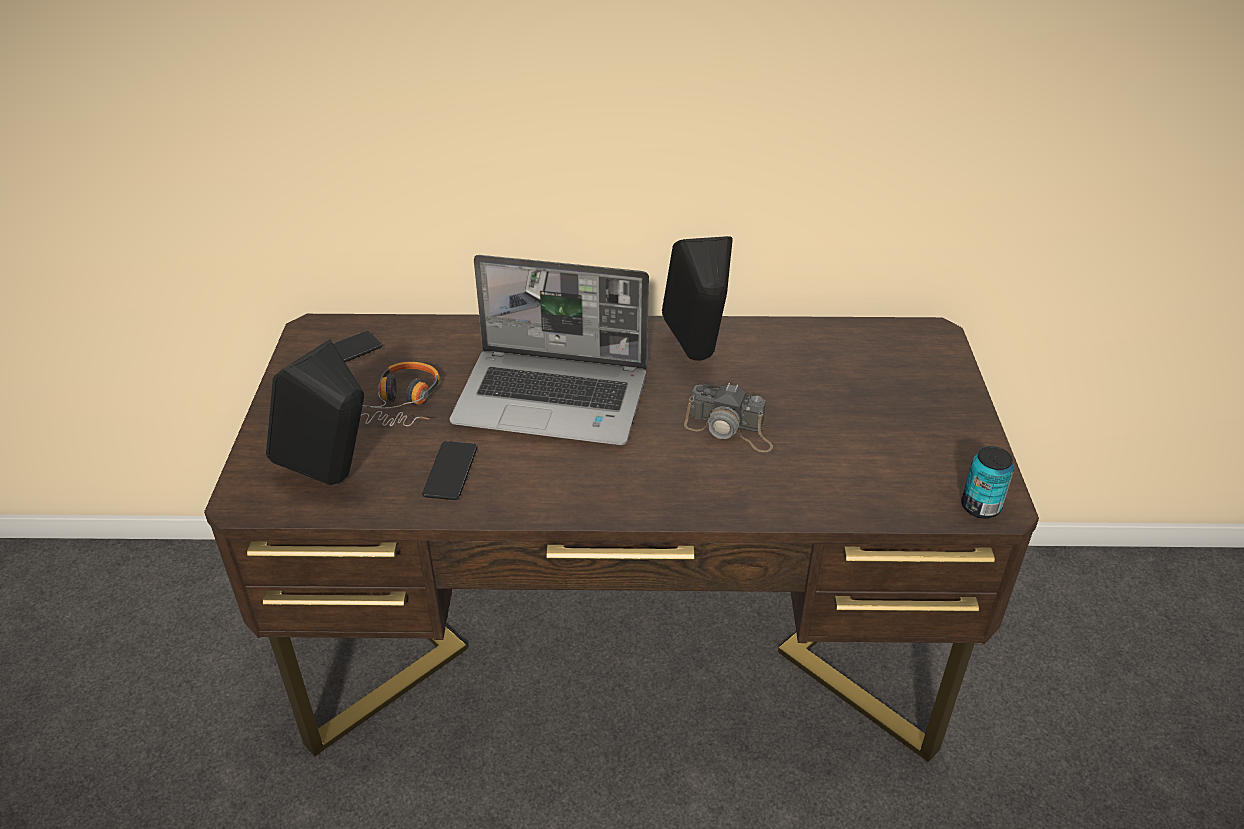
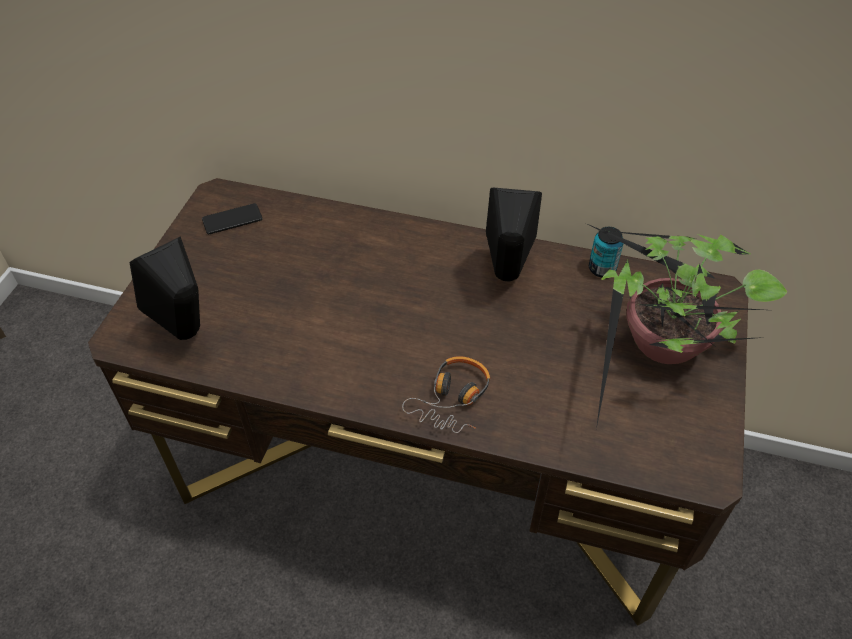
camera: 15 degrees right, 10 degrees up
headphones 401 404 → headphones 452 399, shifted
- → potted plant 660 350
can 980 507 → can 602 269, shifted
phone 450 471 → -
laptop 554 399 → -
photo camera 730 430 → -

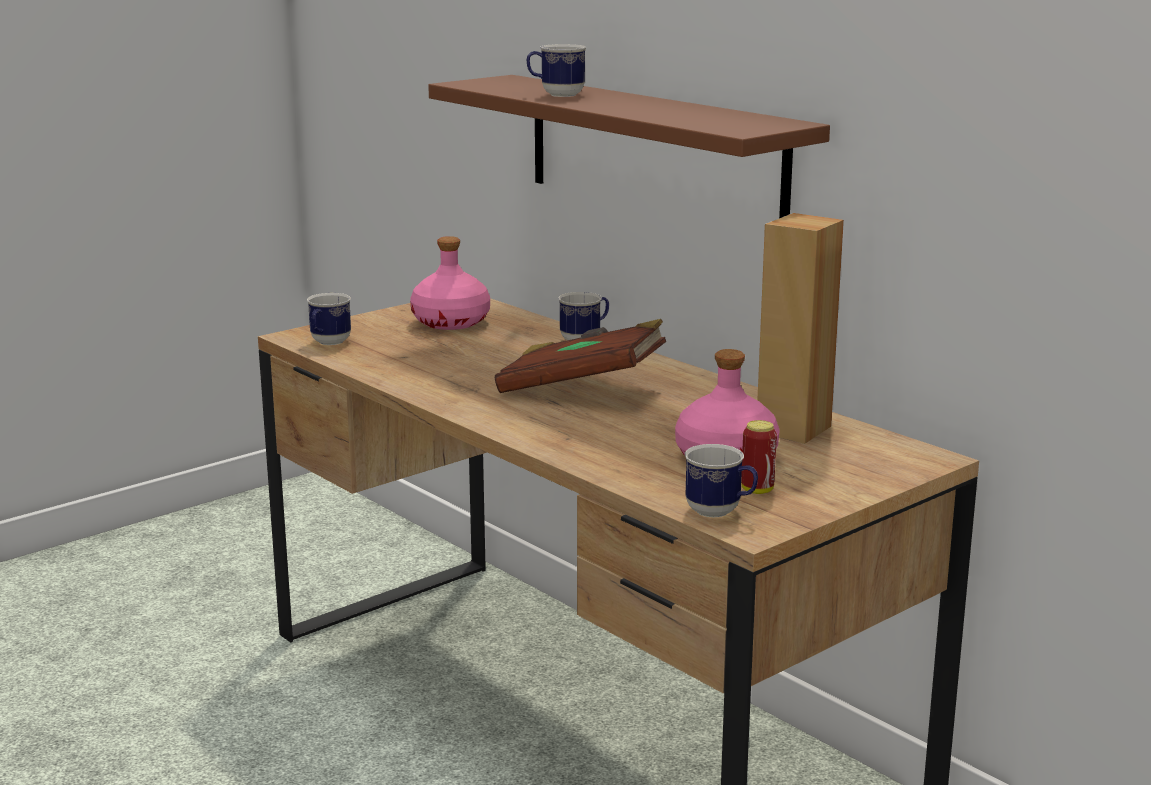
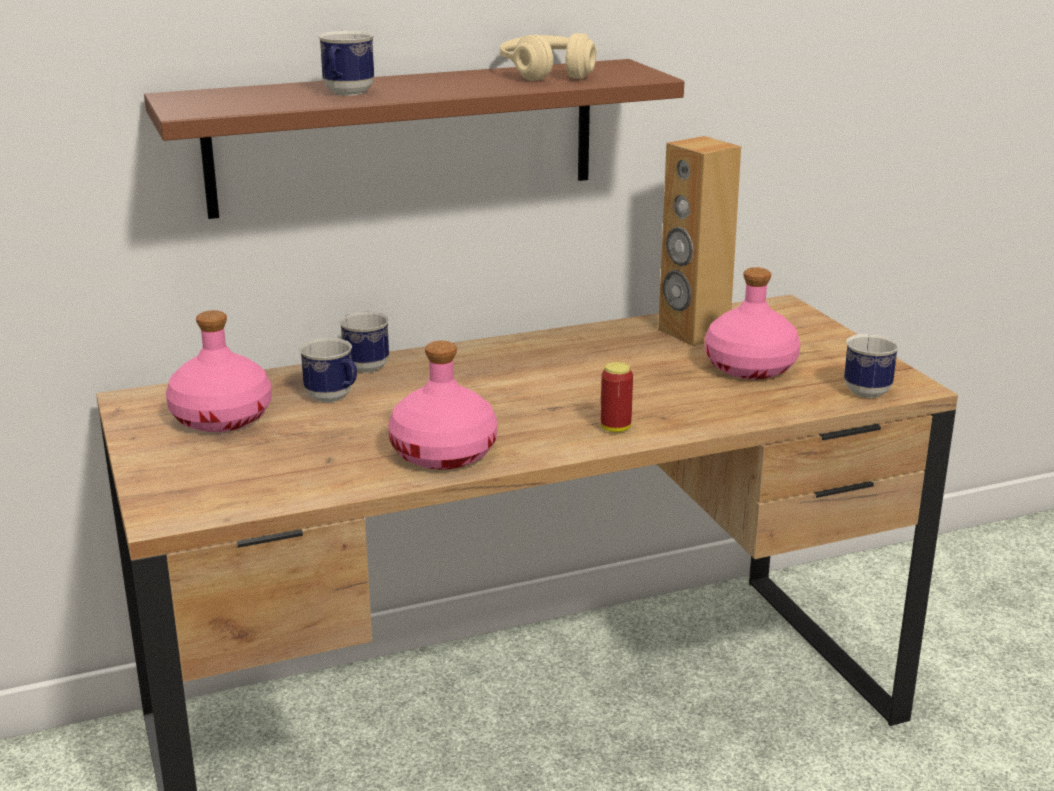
camera: 70 degrees left, 5 degrees up
mug 328 343 → mug 334 398, shifted
- → pink bottle 444 452
- → beige headphones 548 73
can 757 490 → can 615 428, shifted
brown book 581 388 → -

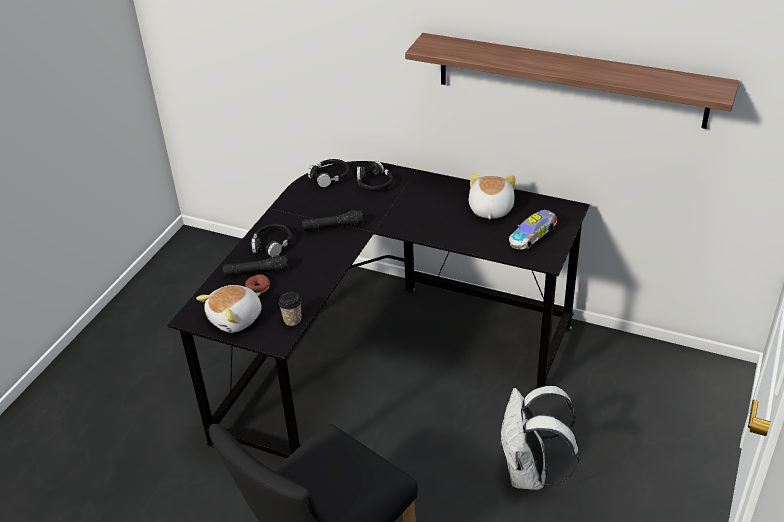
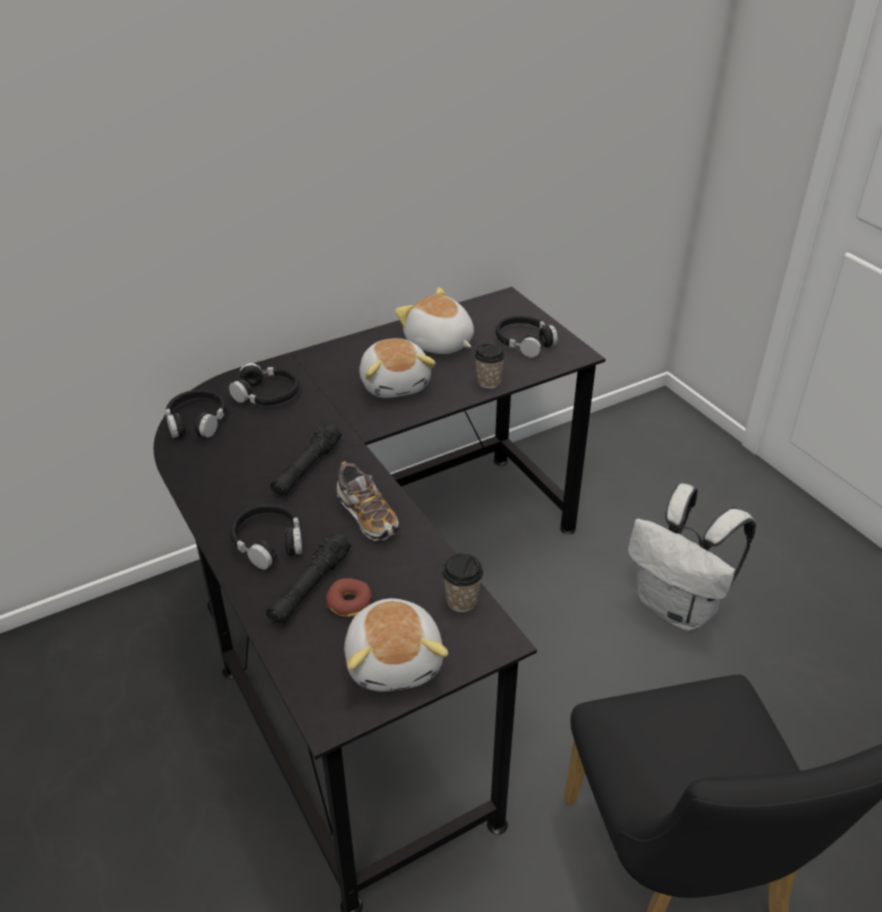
camera: 55 degrees left, 0 degrees up
- → shoe 367 515
- → plush toy 395 384
- → cup 488 382
toy car 533 237 → black headphones 524 342
shelf 570 80 → -

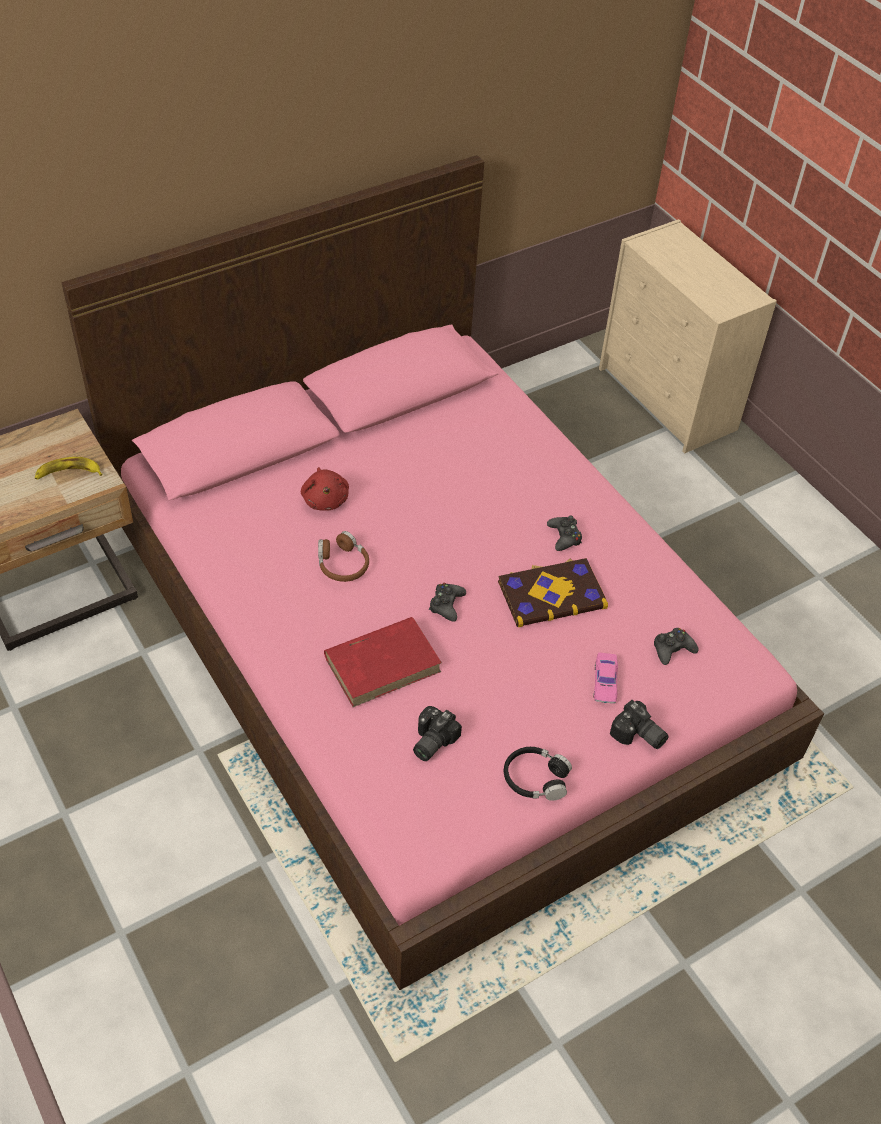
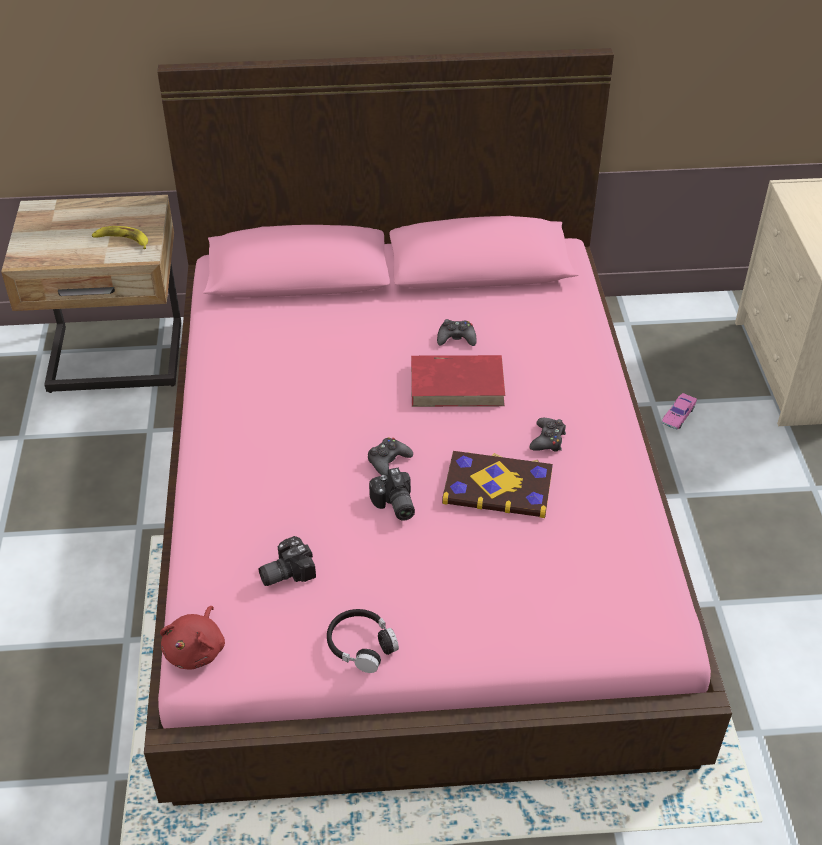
camera: 30 degrees right, 5 degrees down
red plush toy 325 499 → red plush toy 196 650, shifted
photo camera 638 736 → photo camera 394 505, shifted
red book 383 663 → red book 458 384, shifted
black game controller 672 649 → black game controller 456 338, shifted
pink toy car 605 681 → pink toy car 678 415, shifted
brown headphones 342 564 → -

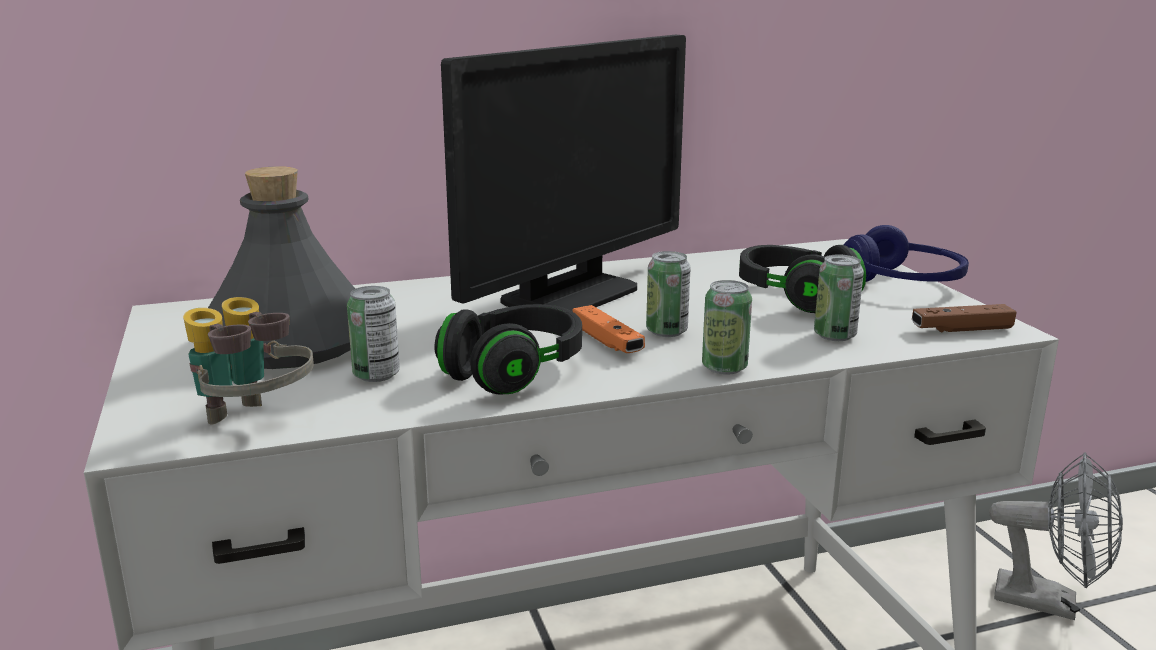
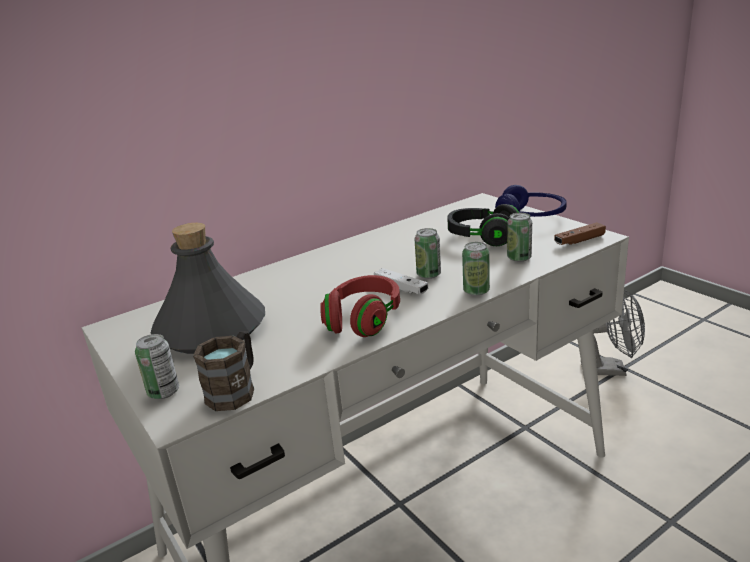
camera: 15 degrees left, 5 degrees up
can 376 375 → can 163 392, shifted
binoculars 253 422 → brown mug 236 389
black headphones 514 372 → red headphones 363 320
orange game controller 607 341 → white game controller 400 288
monitor 570 295 → -

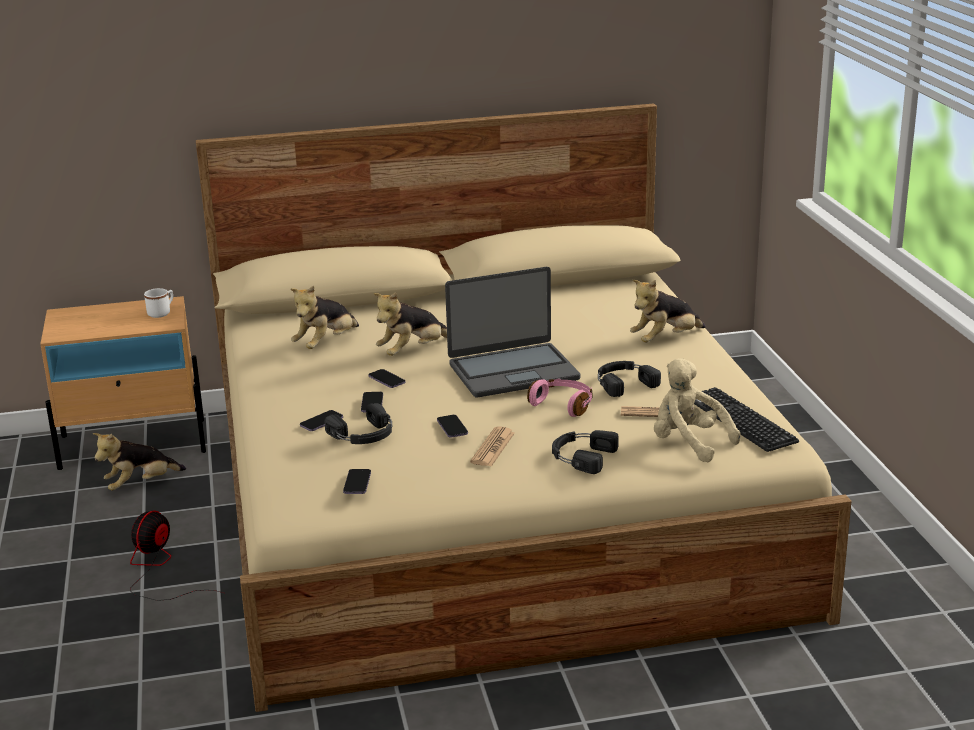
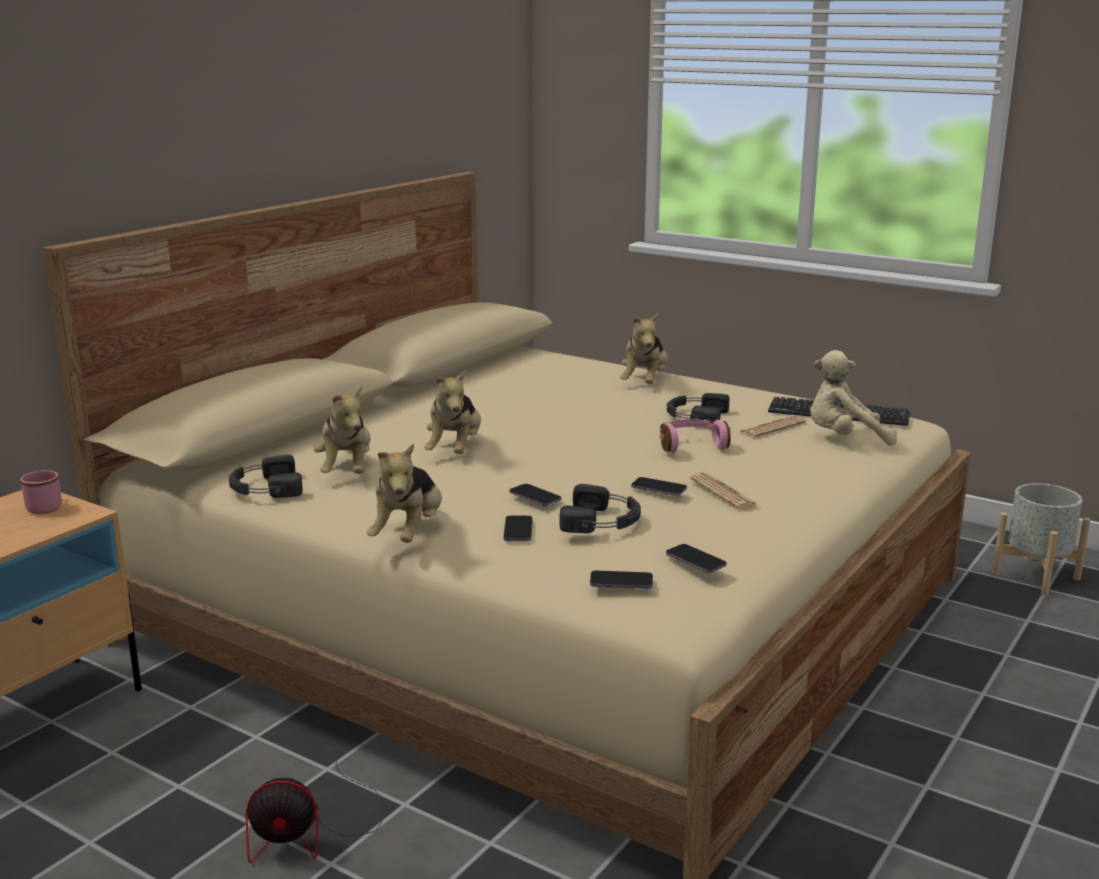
camera: 45 degrees left, 5 degrees down
white mug 162 313 → pink mug 46 506
black headphones 581 456 → black headphones 264 488, shifted
fan 158 569 → fan 312 831, 75 degrees counterclockwise
plush toy 140 484 → plush toy 408 534, shifted
phone 386 380 → phone 621 582, shifted
- → grey planter 1035 576
laptop 513 371 → -

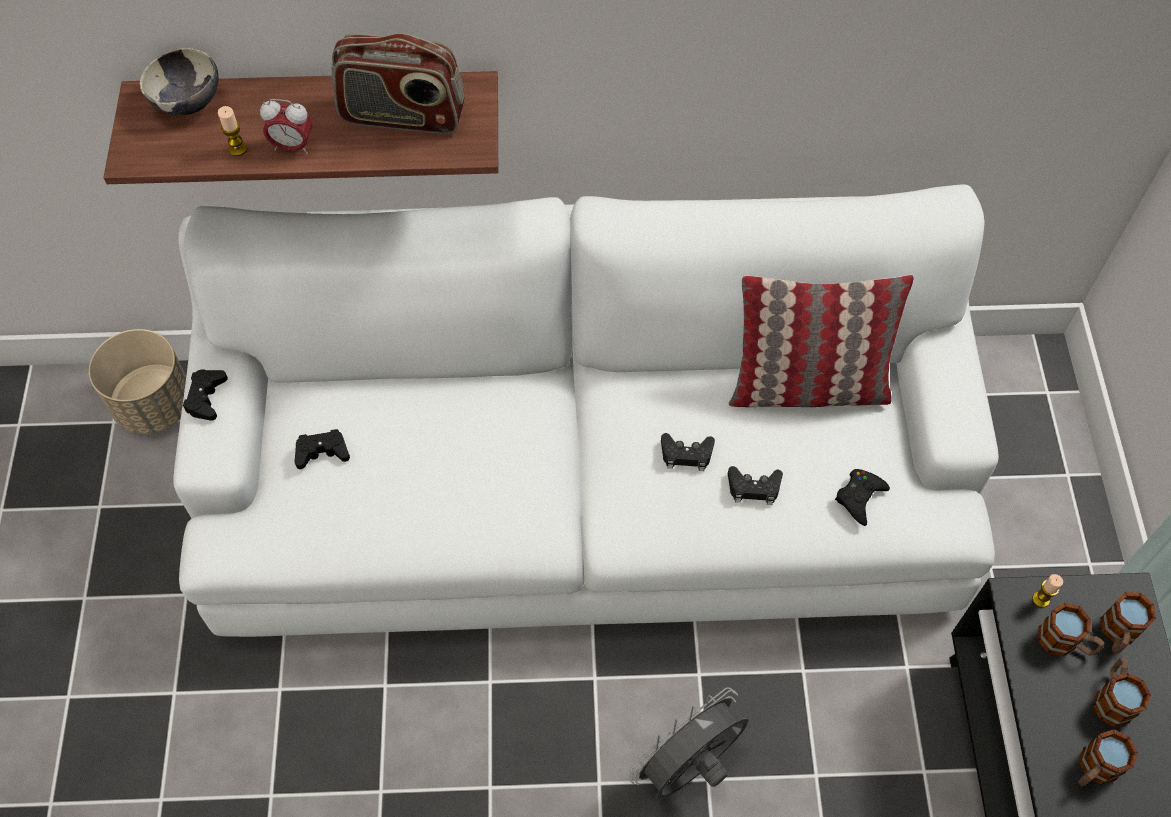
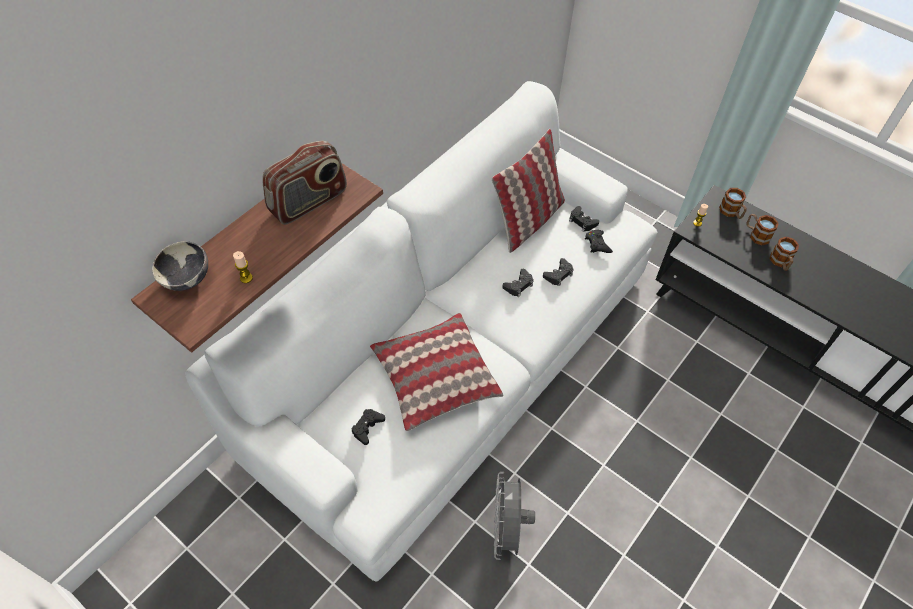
camera: 50 degrees left, 5 degrees down
- → pillow 435 378
grey fan 689 768 → grey fan 507 530, shifted
black game controller 206 398 → black game controller 582 221, shifted
beige planter 155 404 → -
alarm clock 292 146 → -
mug 1065 642 → -

